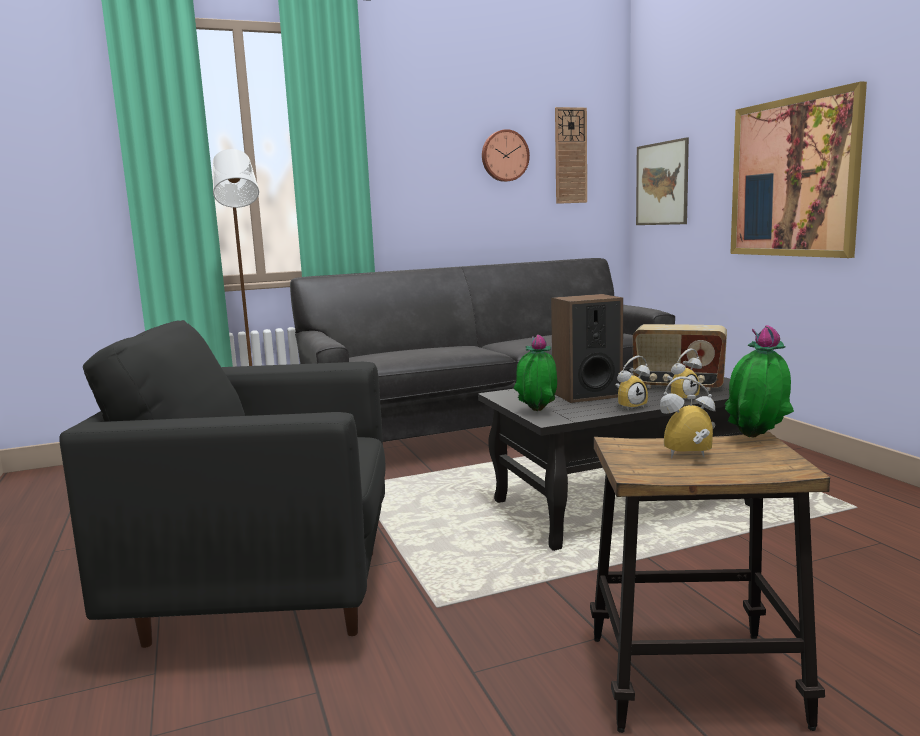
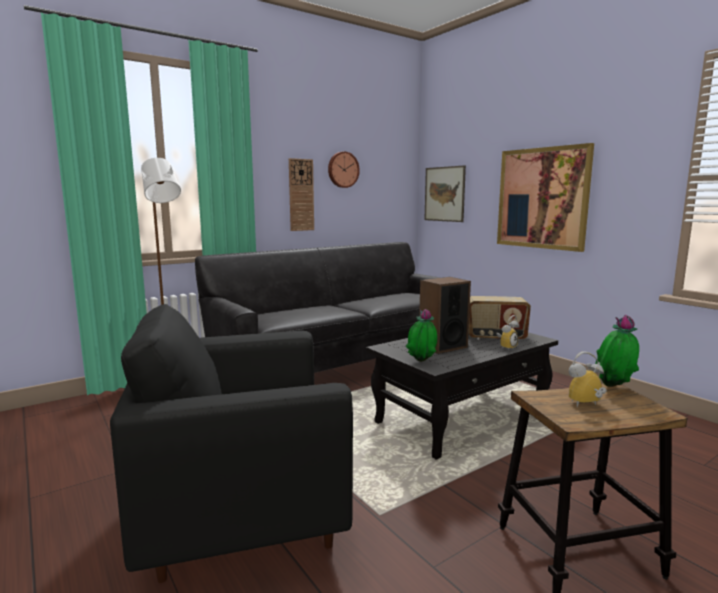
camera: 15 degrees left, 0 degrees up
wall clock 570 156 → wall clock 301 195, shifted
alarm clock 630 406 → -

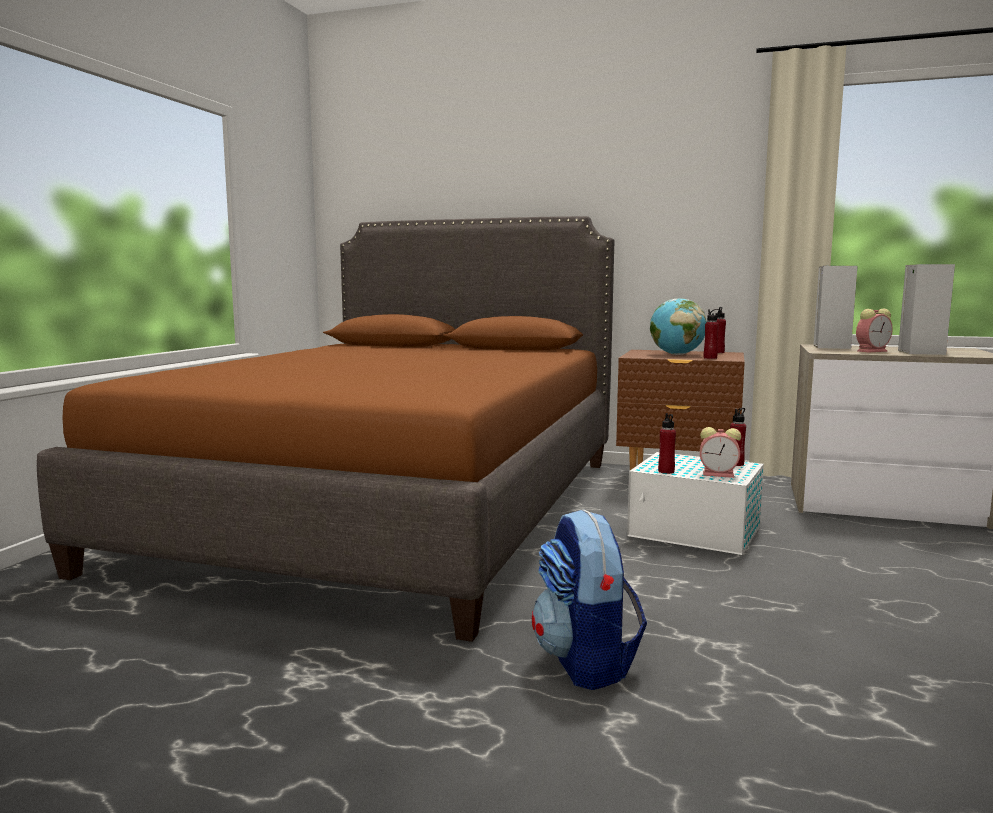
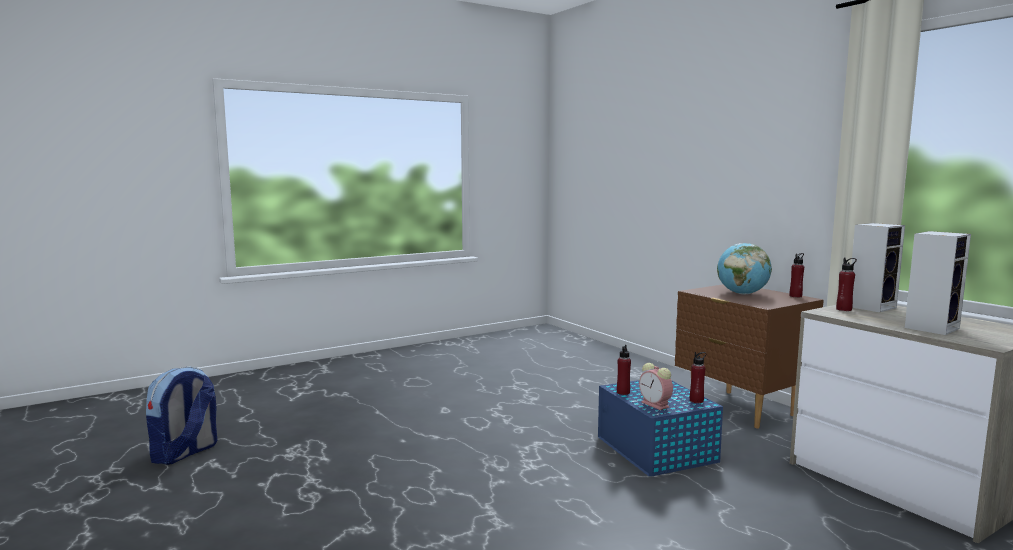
camera: 40 degrees right, 0 degrees up
backpack 586 662 → backpack 185 453, shifted
white storage box 696 532 → blue storage box 656 450
red bottle 710 358 → red bottle 844 309, shifted
brown bed 393 508 → -
alarm clock 872 351 → -

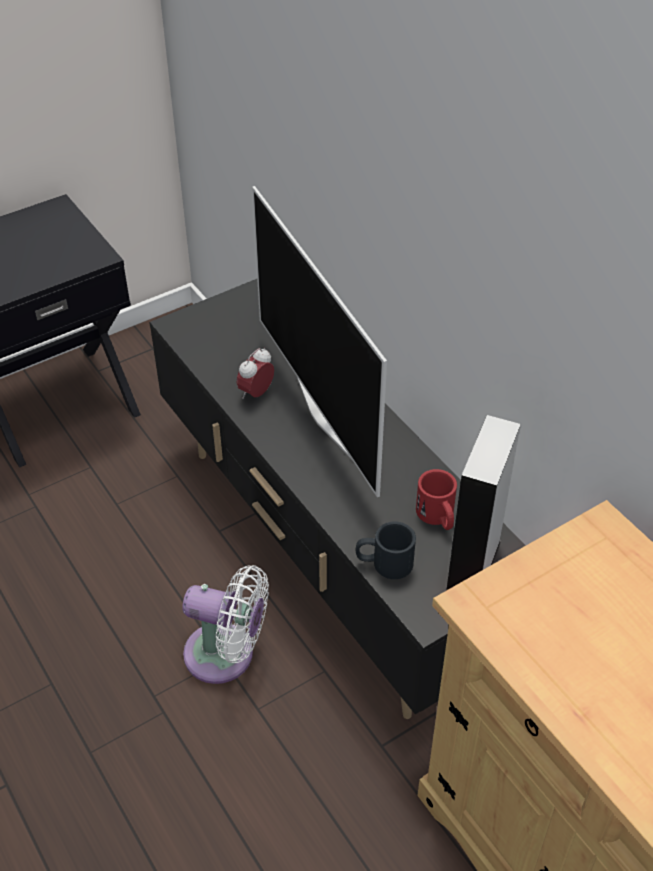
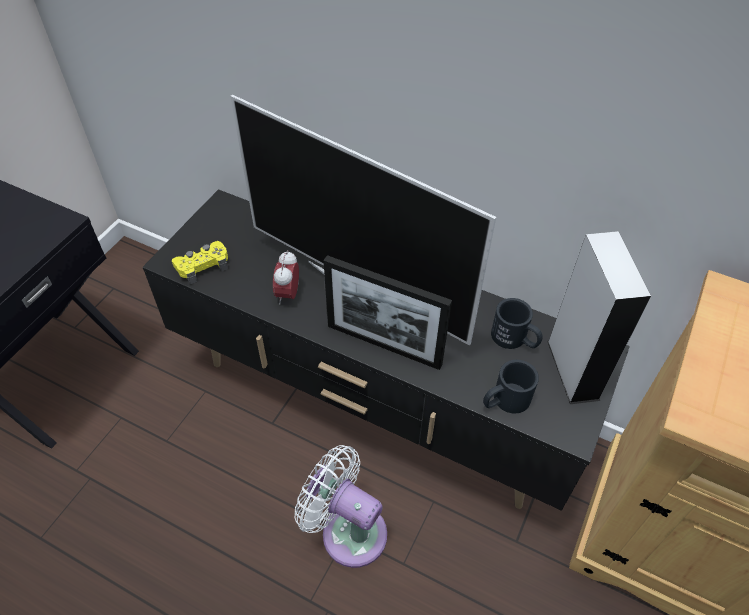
camera: 30 degrees left, 5 degrees up
- → yellow game controller 202 265
white fan 226 656 → white fan 348 530, 135 degrees counterclockwise
- → picture frame 384 345
red mug 438 517 → black mug 515 339

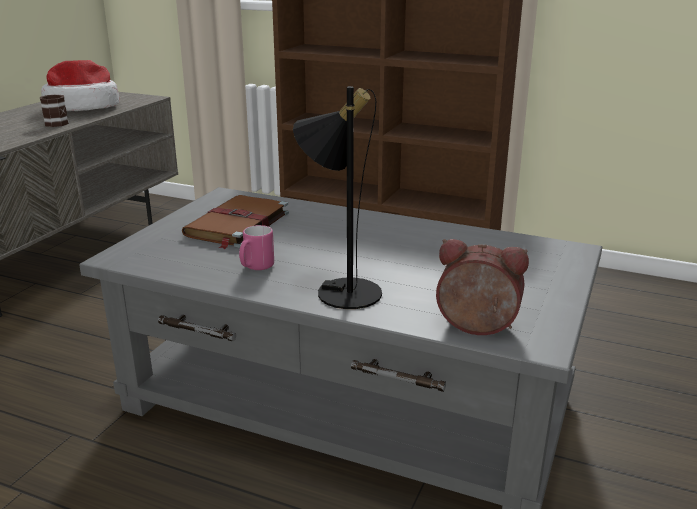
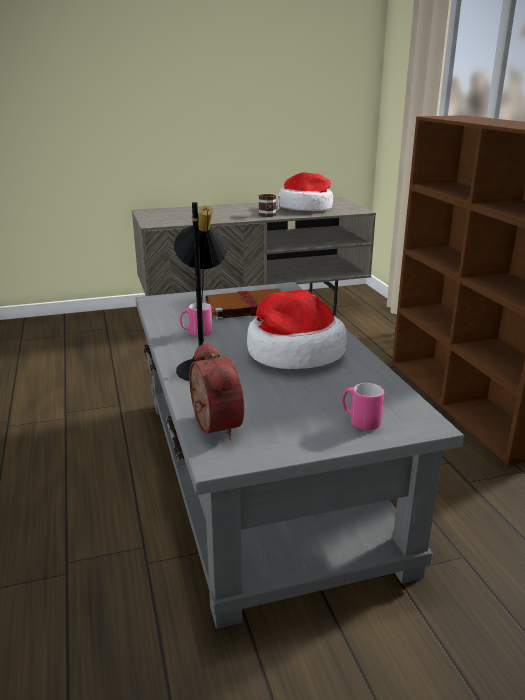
camera: 50 degrees right, 0 degrees up
- → hat 293 352
- → pink mug 360 422

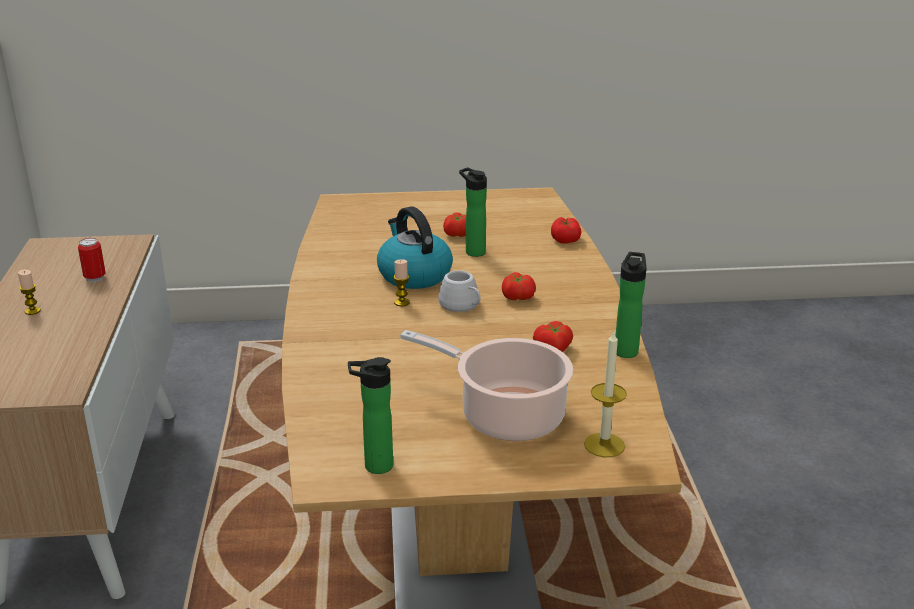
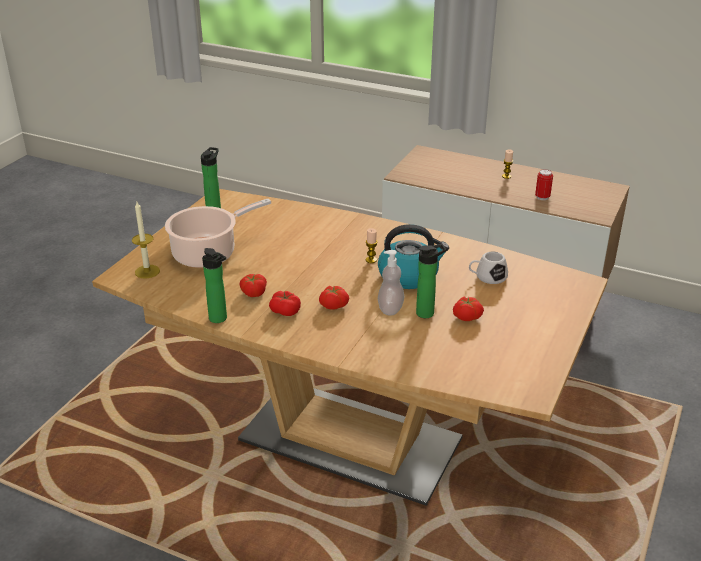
camera: 120 degrees right, 5 degrees up
tomato 565 239 → tomato 285 310, shifted
- → soap dispenser 390 309
white mug 462 306 → white mug 487 277, shifted

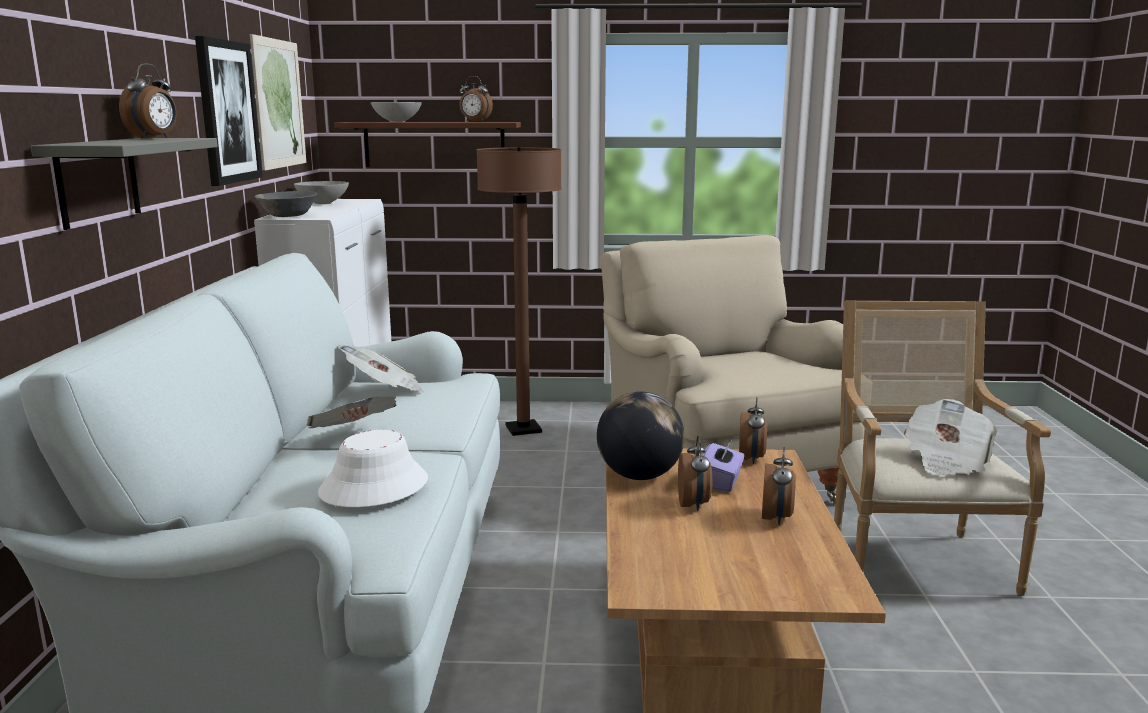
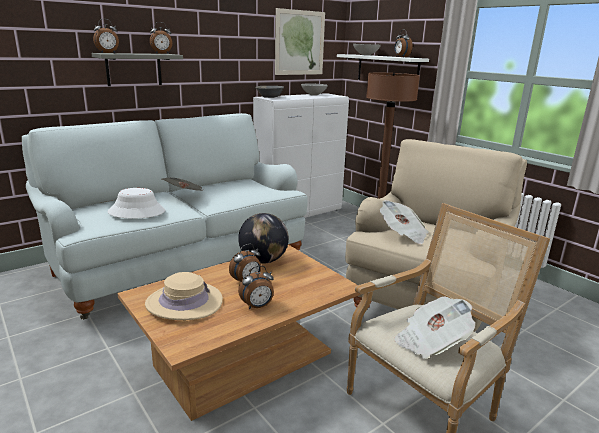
camera: 50 degrees right, 5 degrees up
alarm clock 751 459 → alarm clock 108 53, shifted
- → beige hat 184 302
brown shelf 434 144 → white shelf 387 69
newspaper 384 390 → newspaper 403 234, shifted
picture 227 112 → -
purple tissue box 721 482 → -

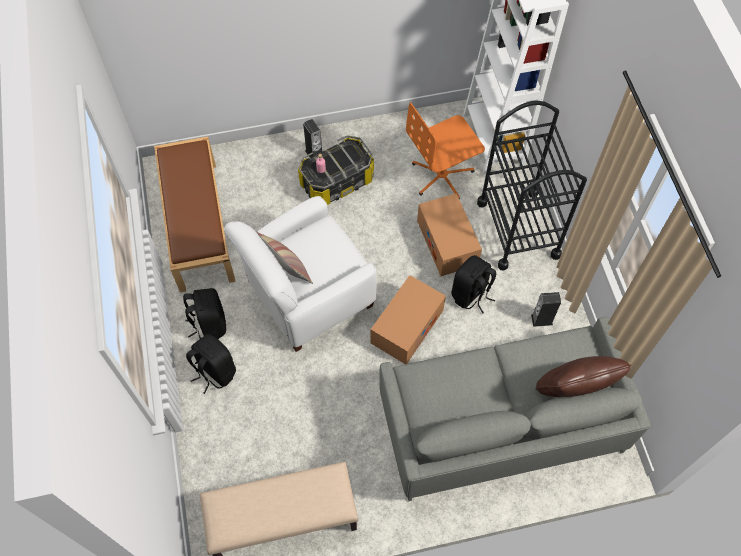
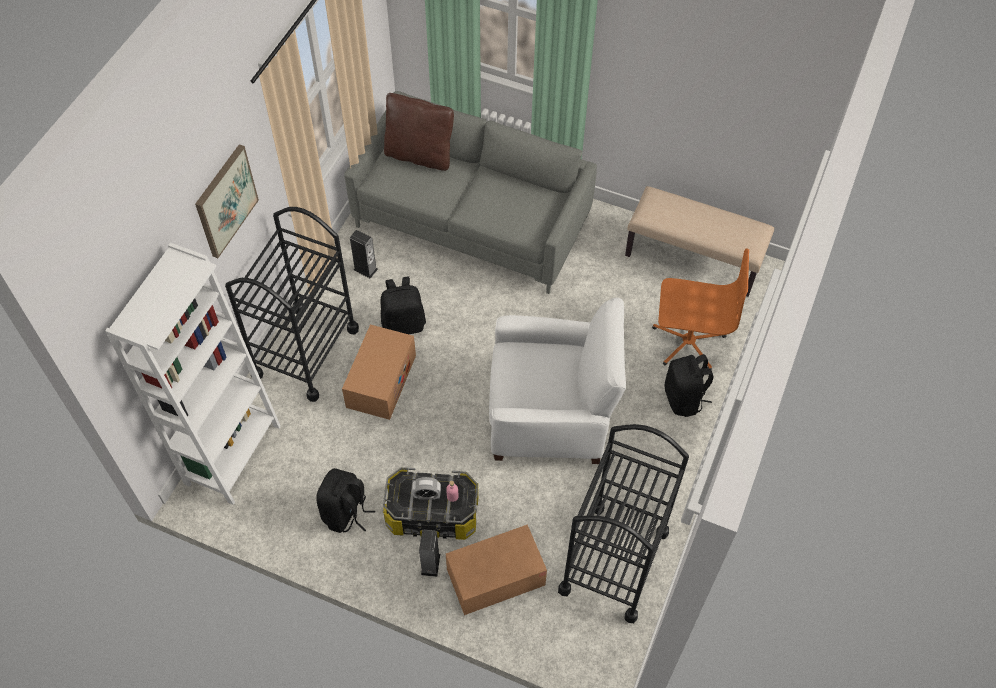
camera: 145 degrees left, 5 degrees down
- → picture 225 201
black backpack 209 324 → black backpack 346 513, shifted
- → alarm clock 427 495
cardboard box 407 326 → cardboard box 496 577, shifted
brown bench 197 224 → black cart 614 561
orange office chair 442 176 → orange office chair 688 341, shifted
pillow 287 270 → -

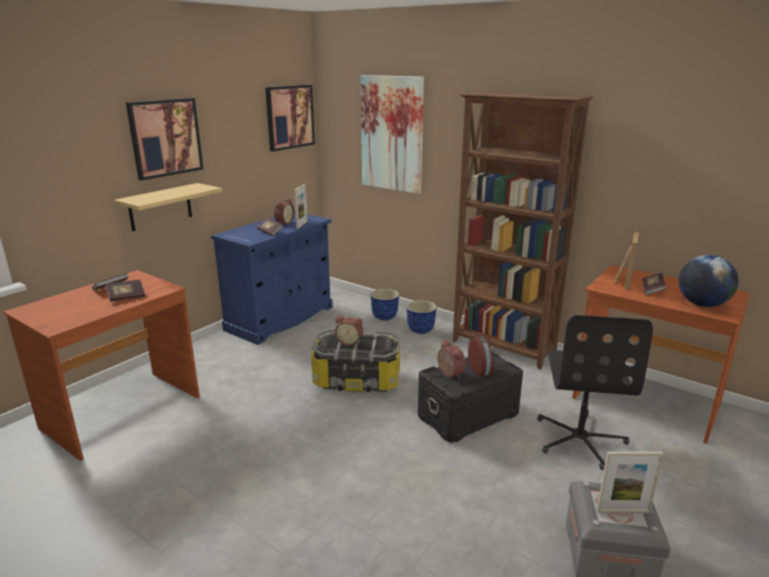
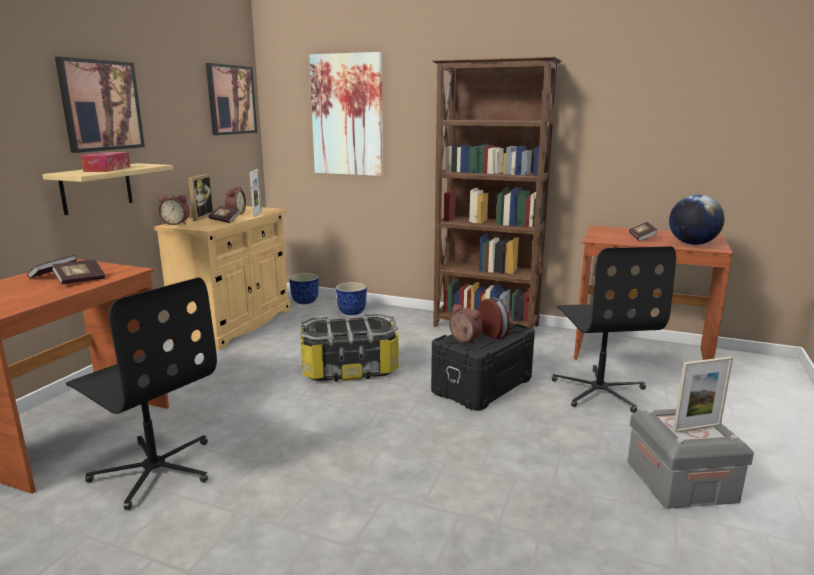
camera: 15 degrees left, 5 degrees down
- → black office chair 155 469
- → tissue box 107 169
blue cabinet 280 318 → beige cabinet 235 324
alarm clock 349 342 → alarm clock 176 223, shifted
picture frame 622 281 → picture frame 200 217, shifted
planter 420 330 → planter 305 301, shifted

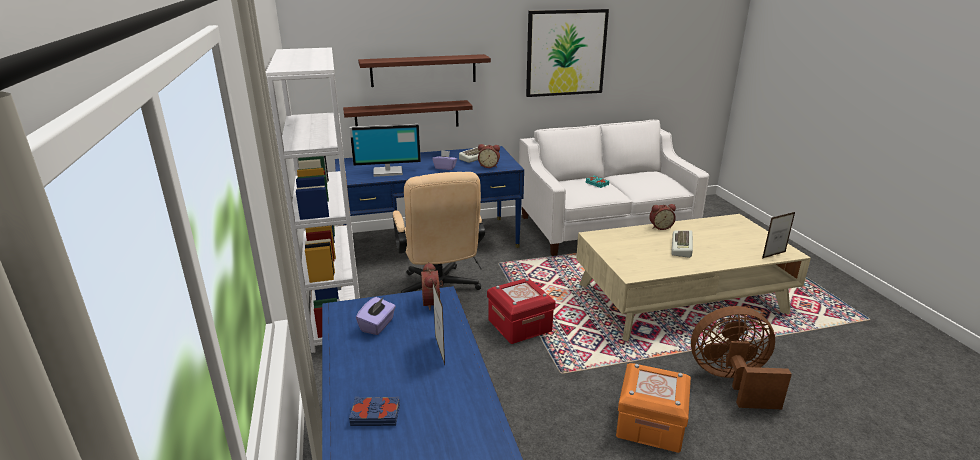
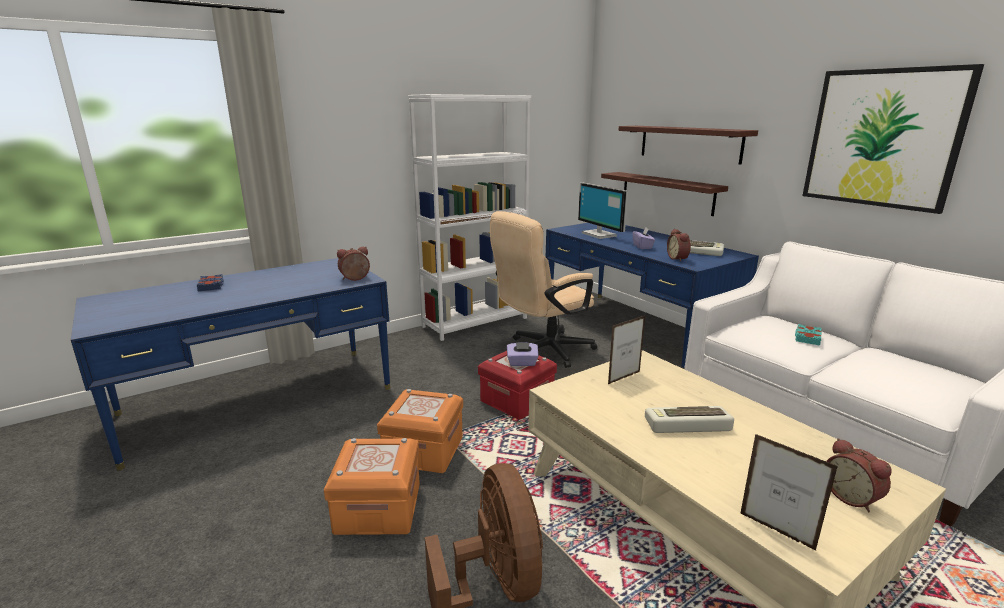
camera: 70 degrees right, 5 degrees down
- → orange storage box 424 450
purple tissue box 377 325 → purple tissue box 522 363, shifted
picture frame 439 350 → picture frame 624 378, shifted
alarm clock 660 227 → alarm clock 852 497, shifted

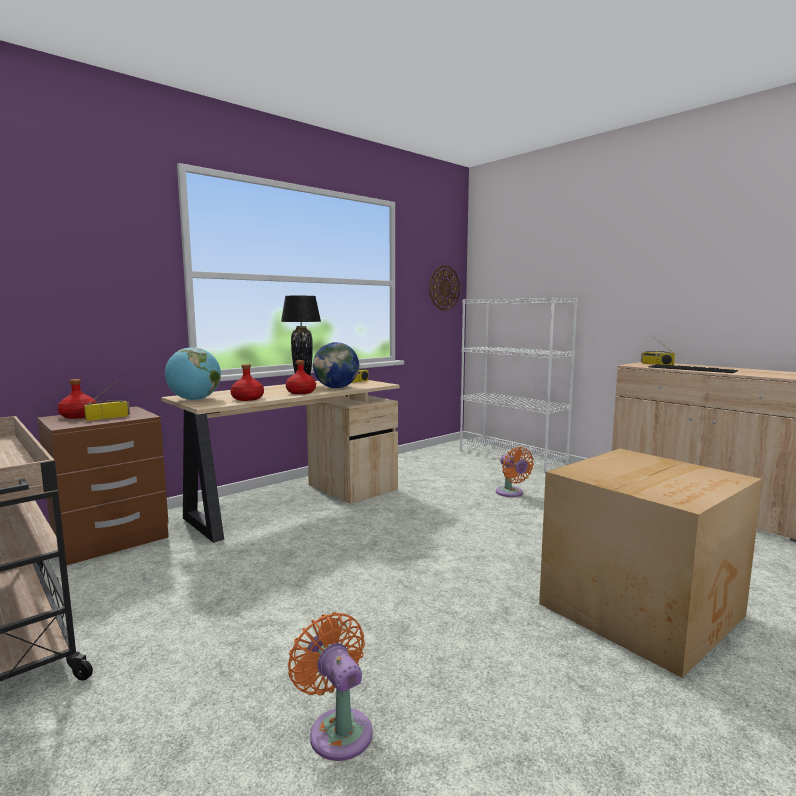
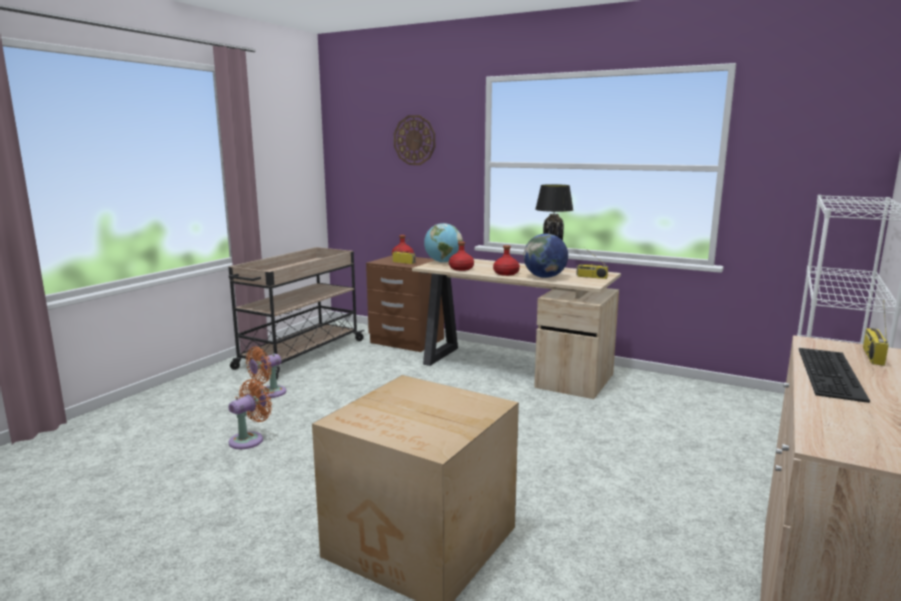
camera: 70 degrees right, 5 degrees up
orange fan 511 493 → orange fan 269 393, shifted
wall clock 444 288 → wall clock 414 140, shifted

